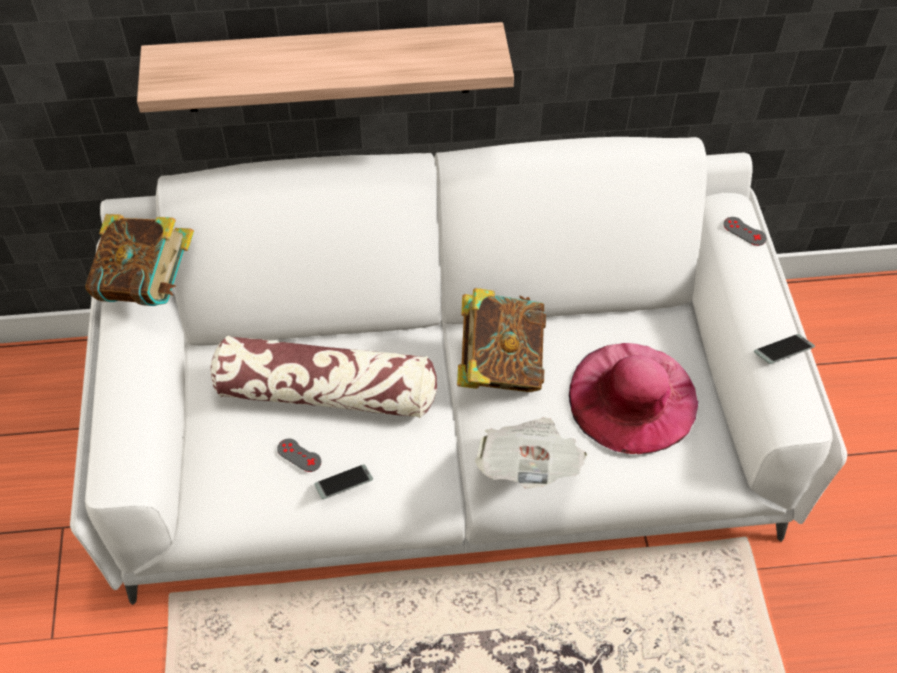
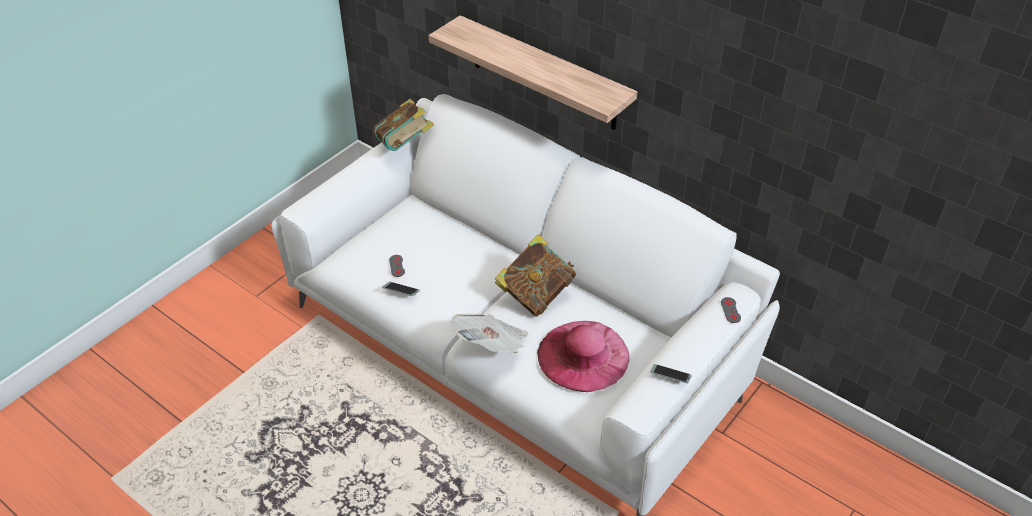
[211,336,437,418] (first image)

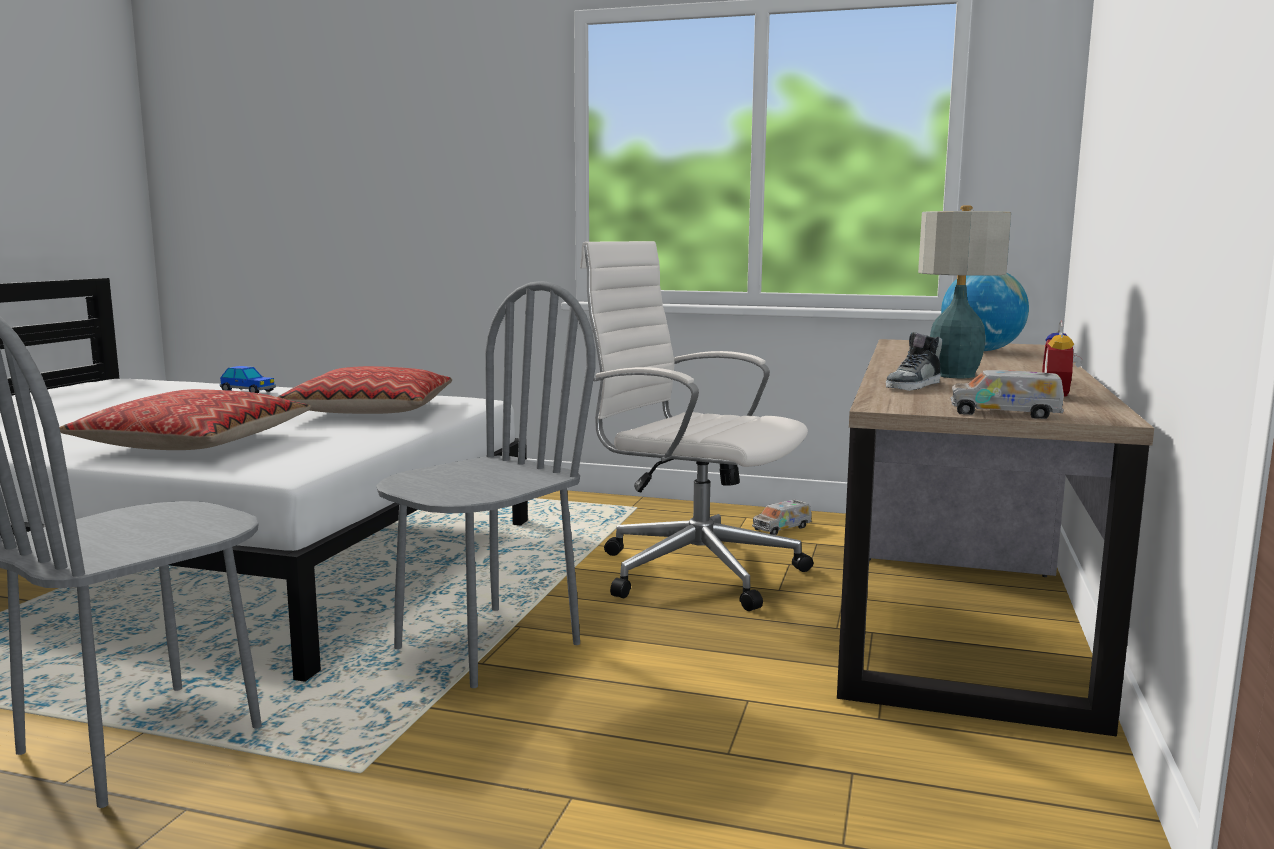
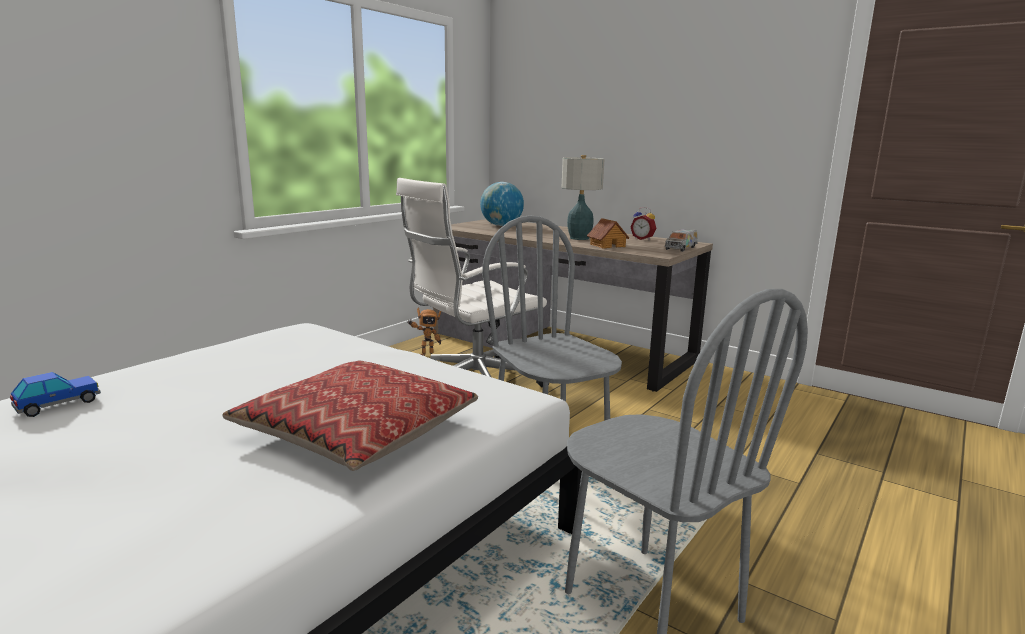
[587,218,629,249]
[278,366,452,414] (first image)
[408,308,441,356]

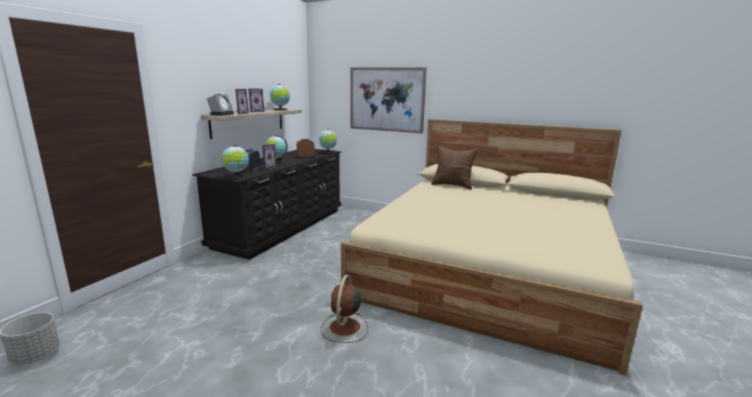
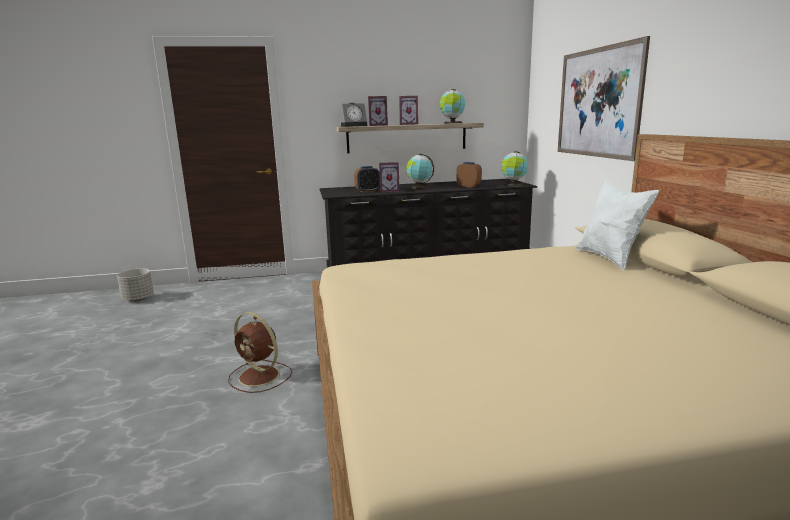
[221,145,249,179] (first image)
[576,180,659,270]
[228,312,292,393]

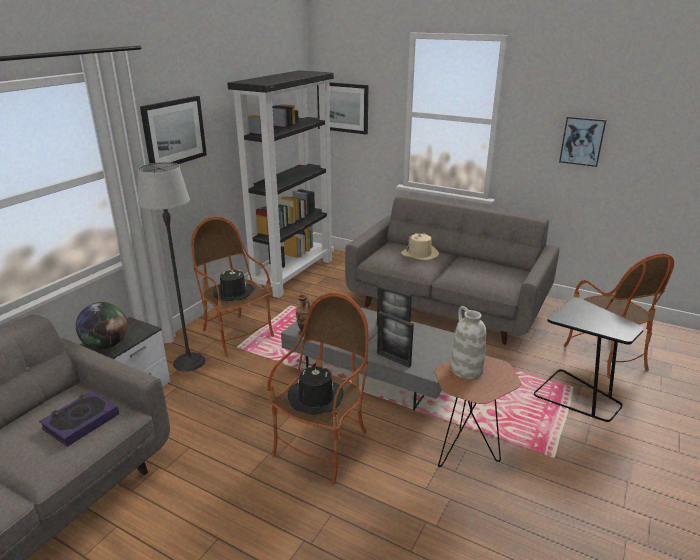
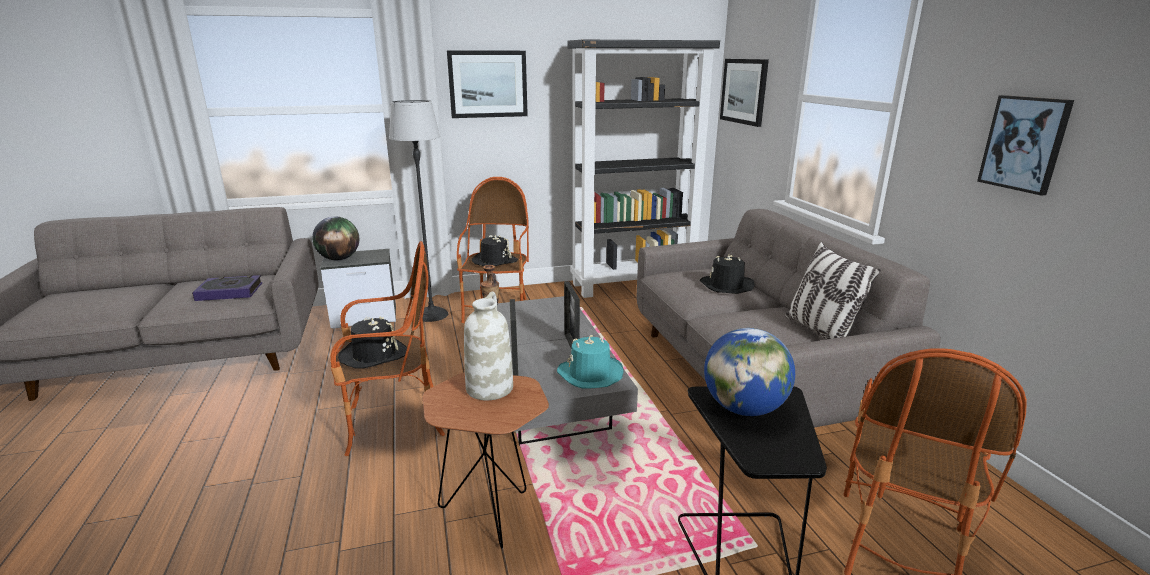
[700,255,755,294]
[785,242,881,340]
[704,328,795,416]
[557,335,623,389]

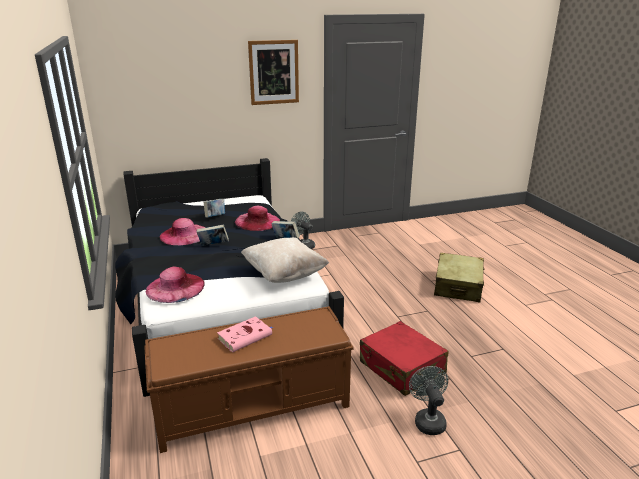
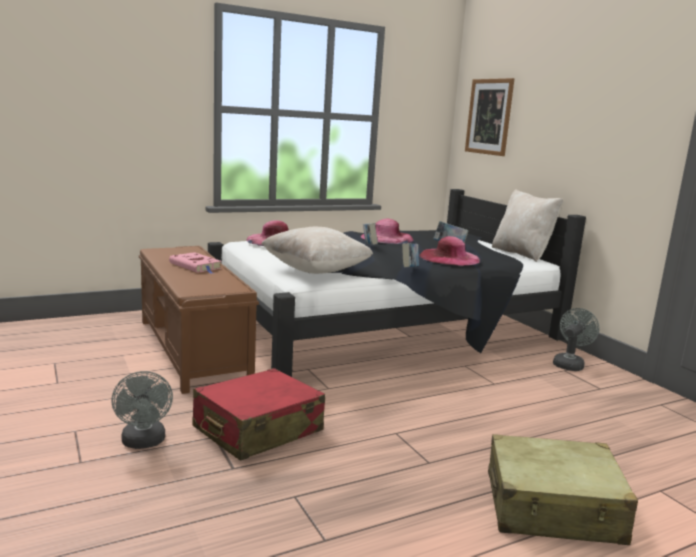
[465,78,514,156]
[111,371,173,449]
[492,189,563,262]

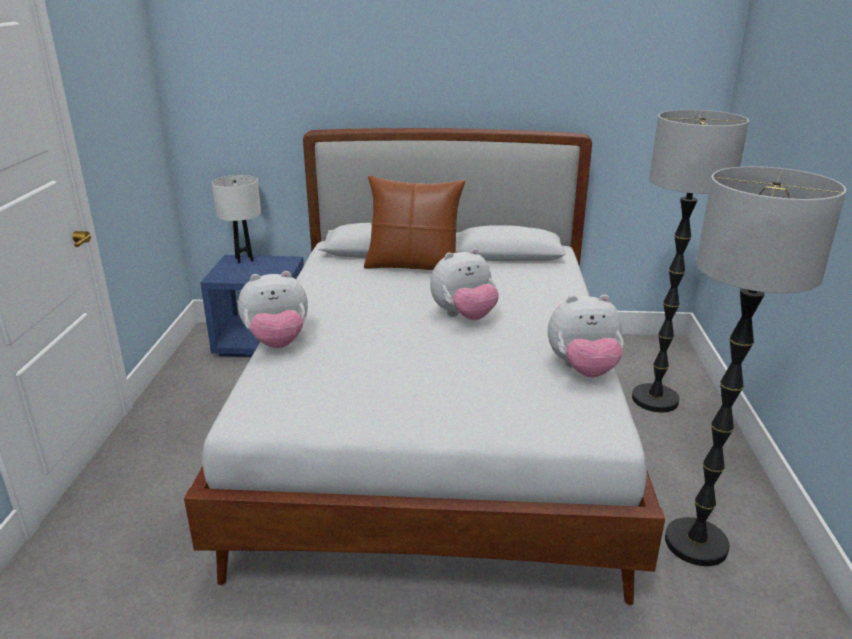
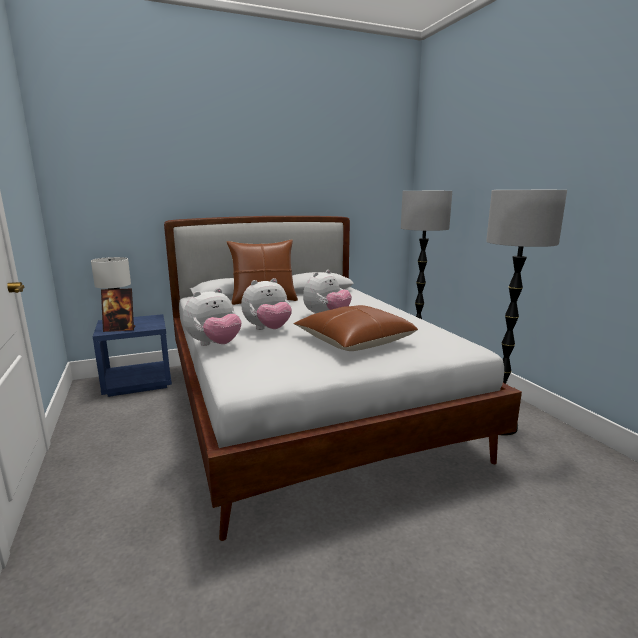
[241,278,292,330]
[101,289,135,332]
[293,305,418,351]

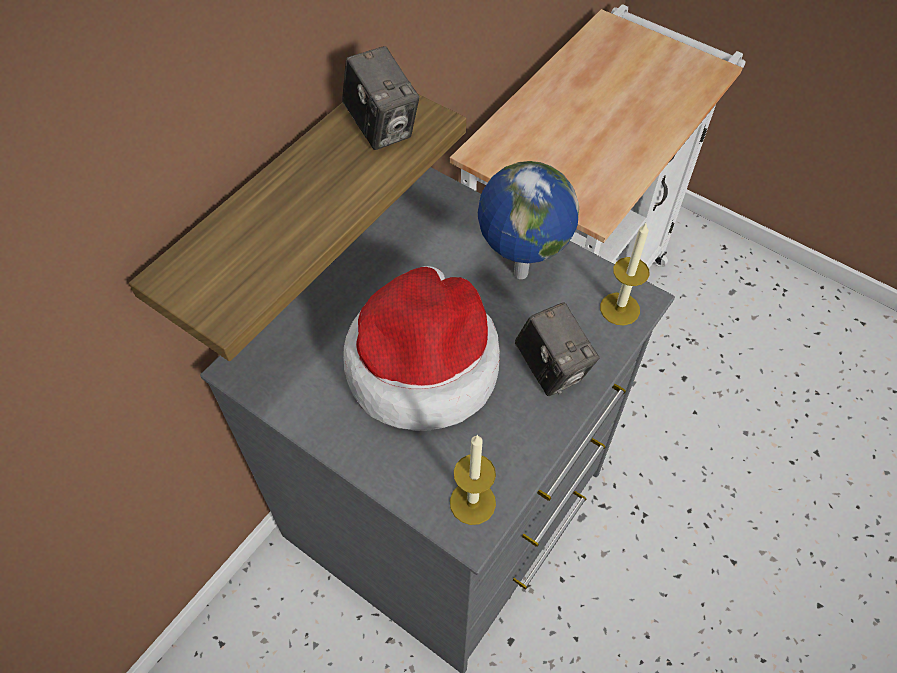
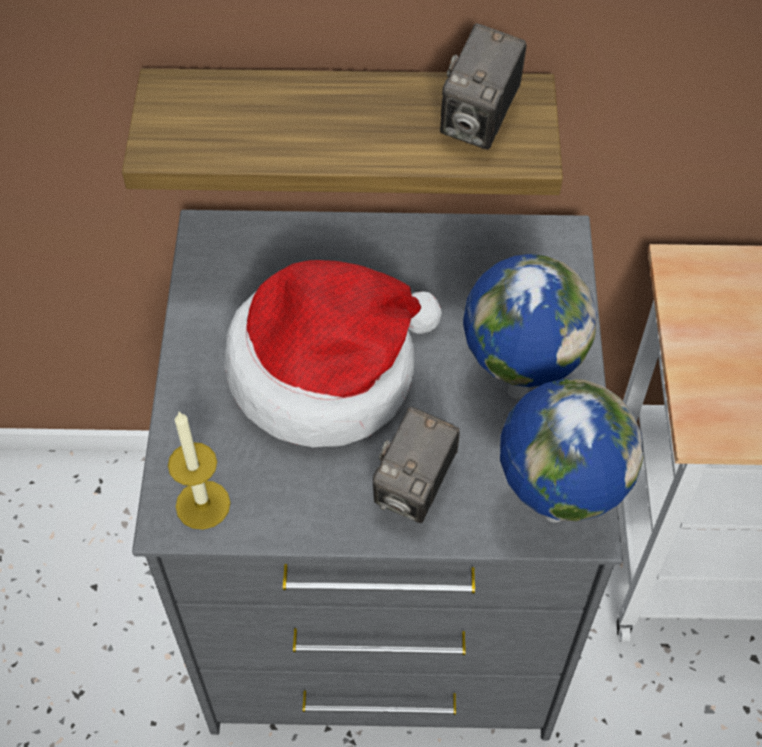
[500,379,643,523]

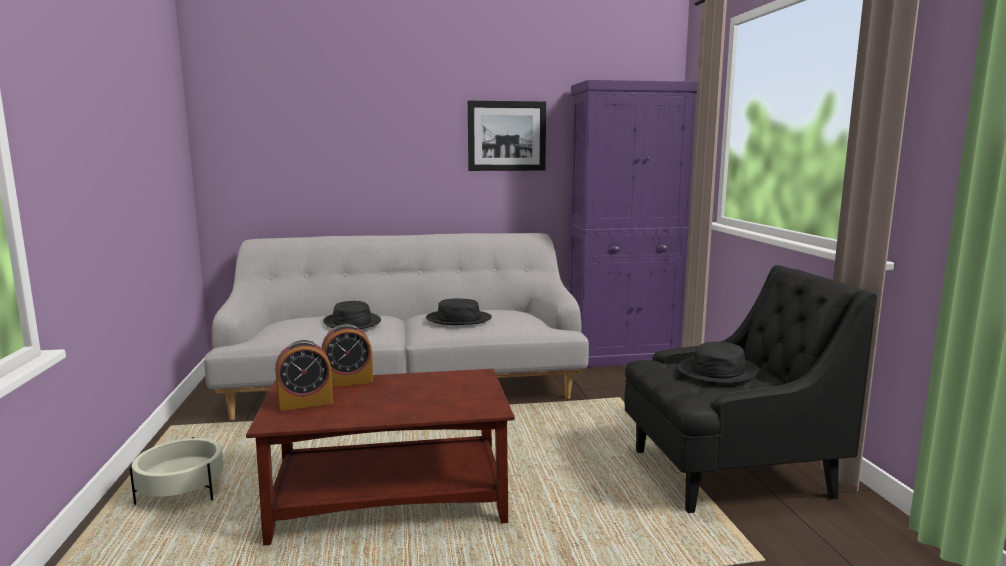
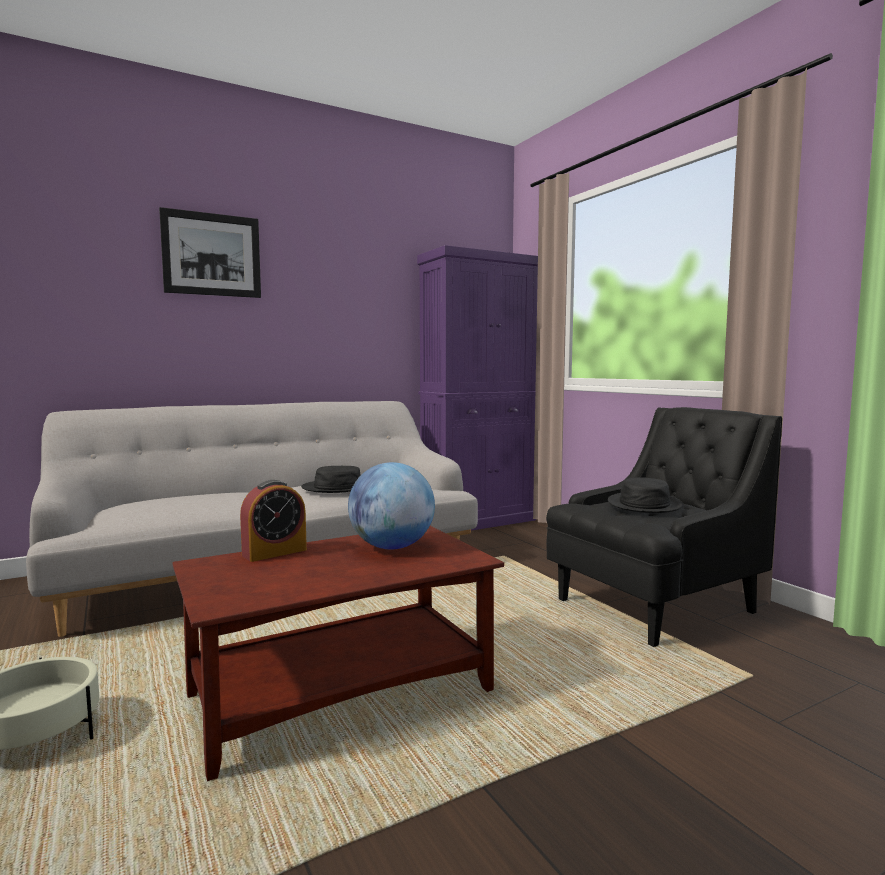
[159,207,261,298]
[323,301,381,329] (first image)
[275,340,333,411] (first image)
[348,462,435,550]

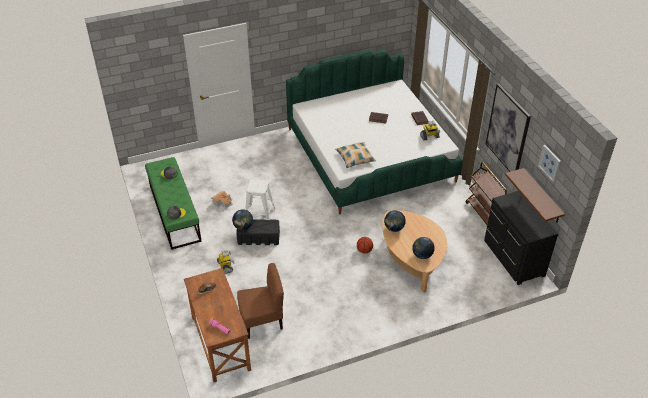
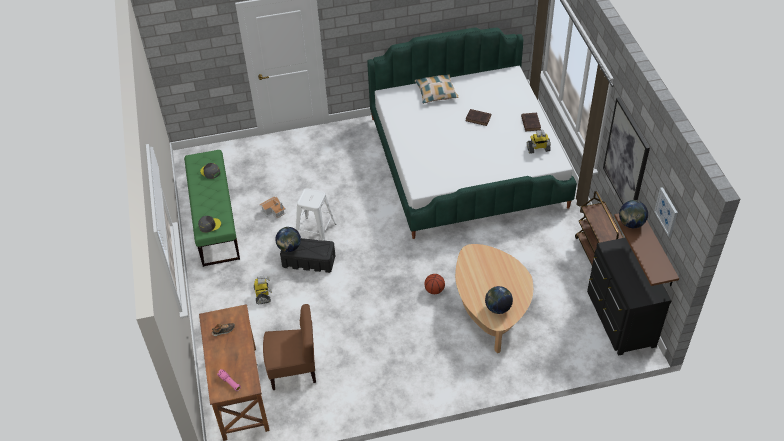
[415,74,459,104]
[619,200,648,228]

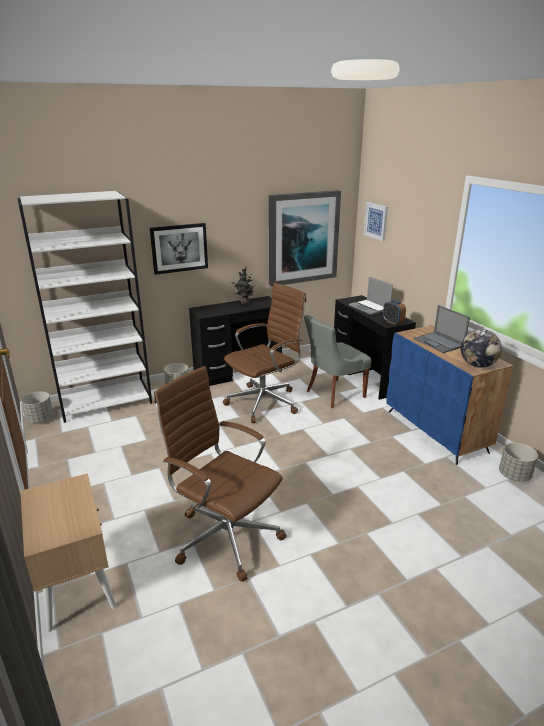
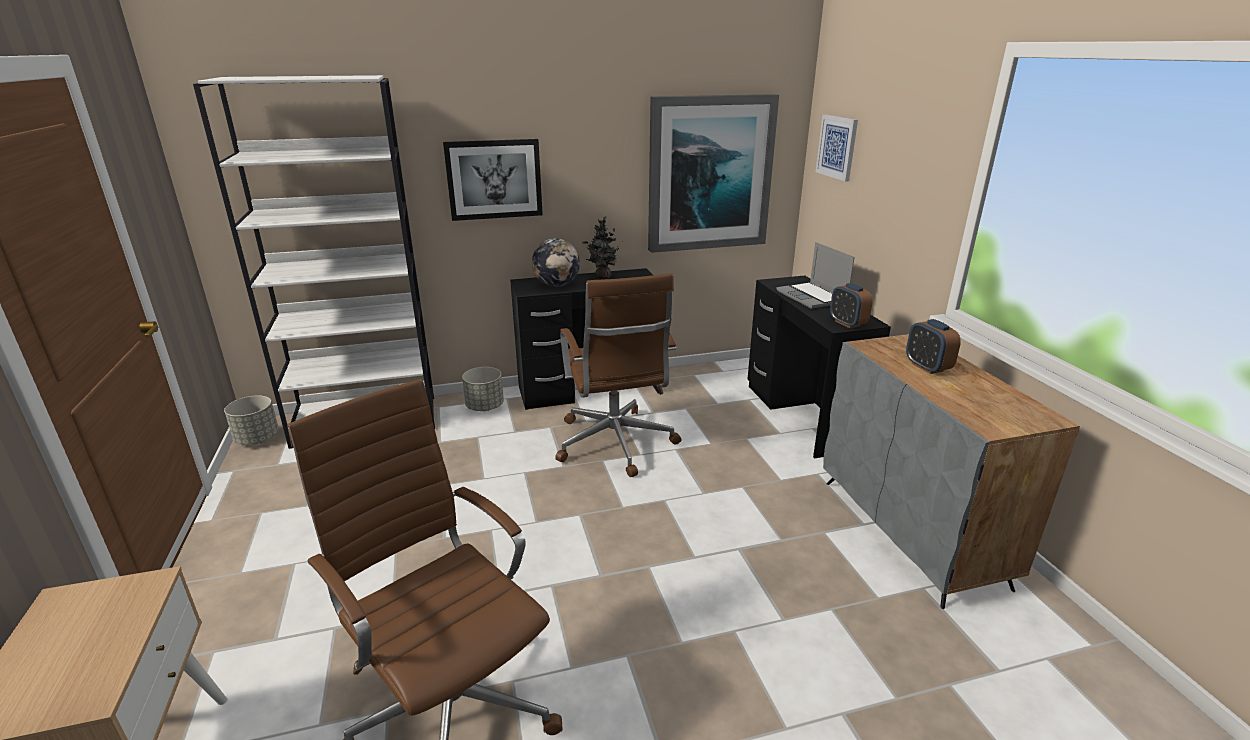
[555,273,681,477]
[906,319,961,374]
[304,315,371,408] (first image)
[823,334,1080,609]
[532,238,580,287]
[499,443,538,482] (first image)

